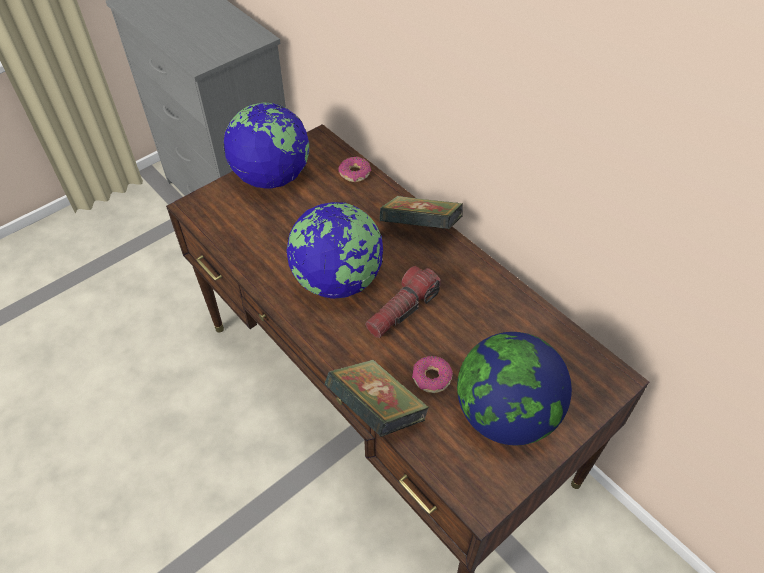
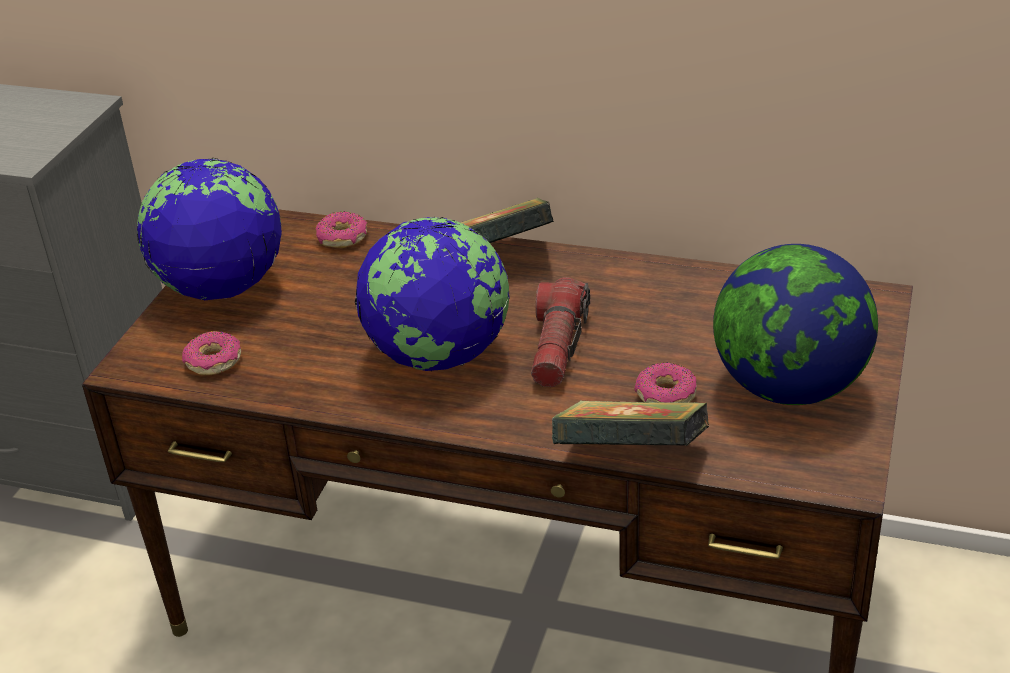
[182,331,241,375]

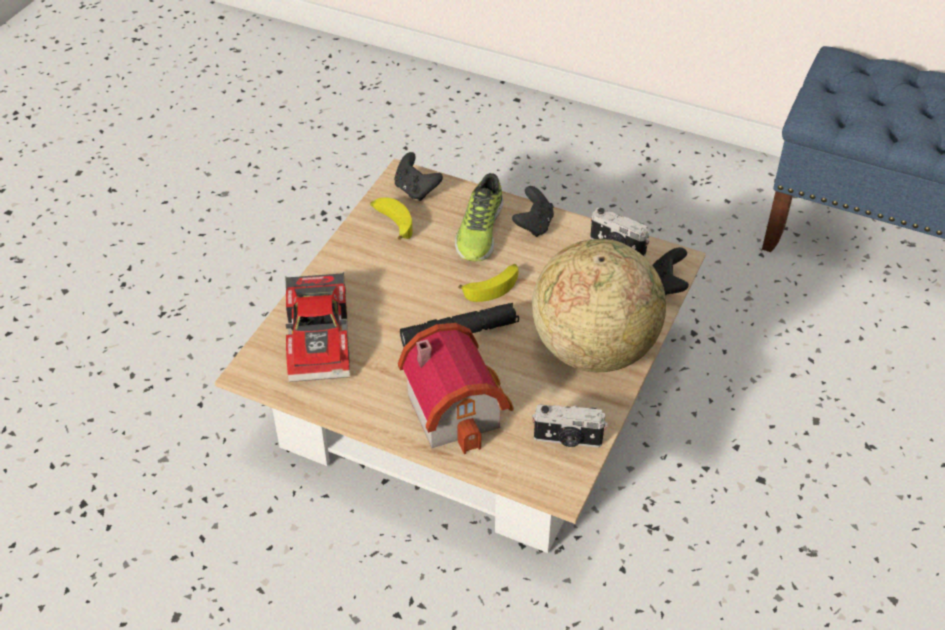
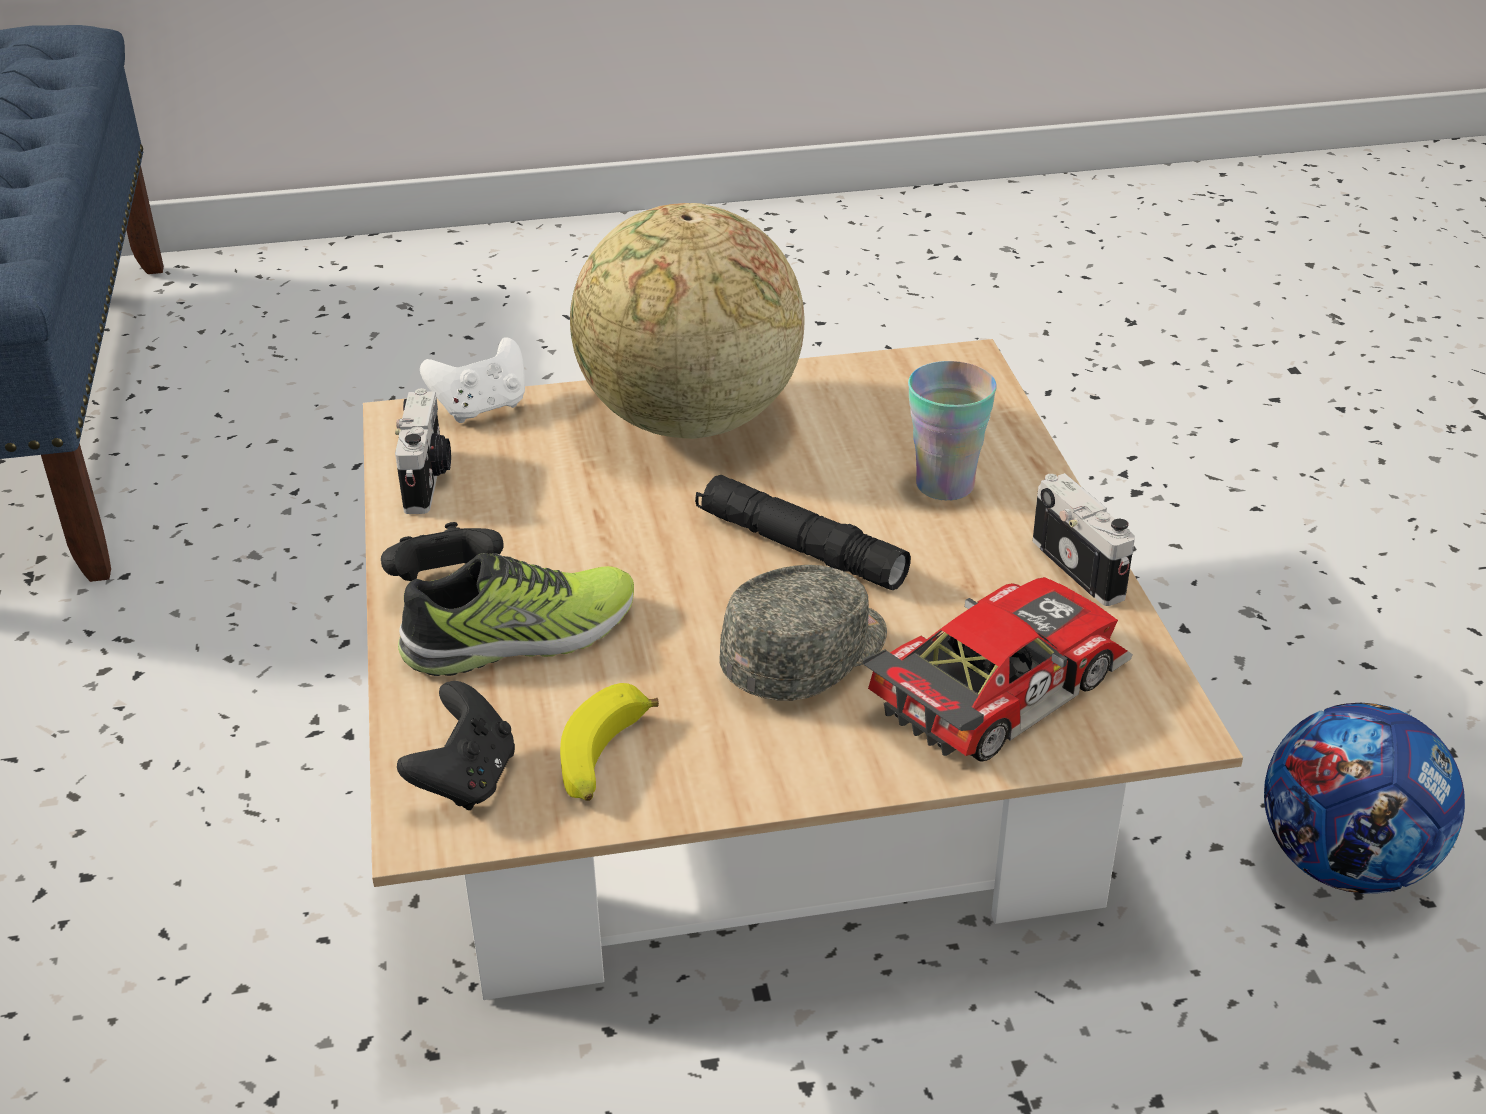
[420,337,525,423]
[458,264,518,302] (first image)
[908,361,997,501]
[1033,473,1135,606]
[720,565,887,701]
[1264,703,1465,894]

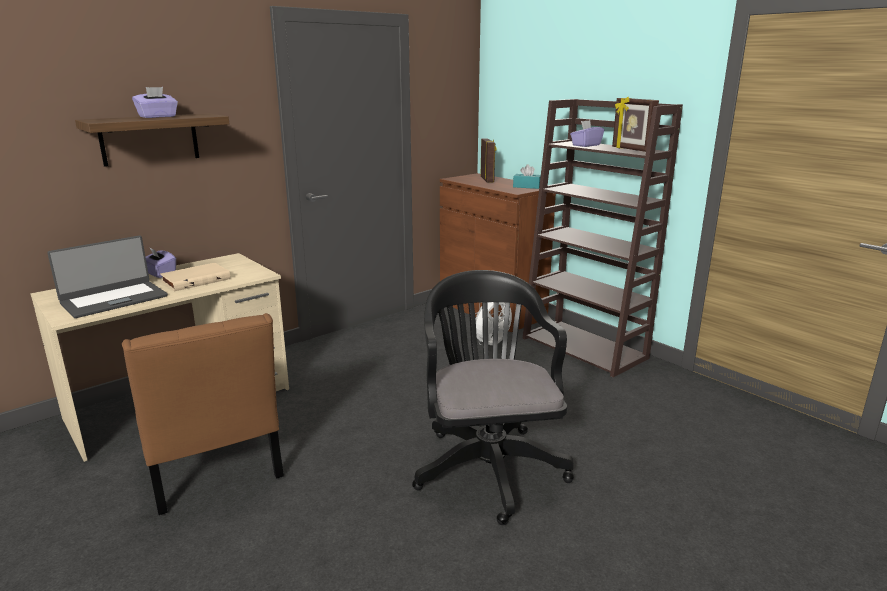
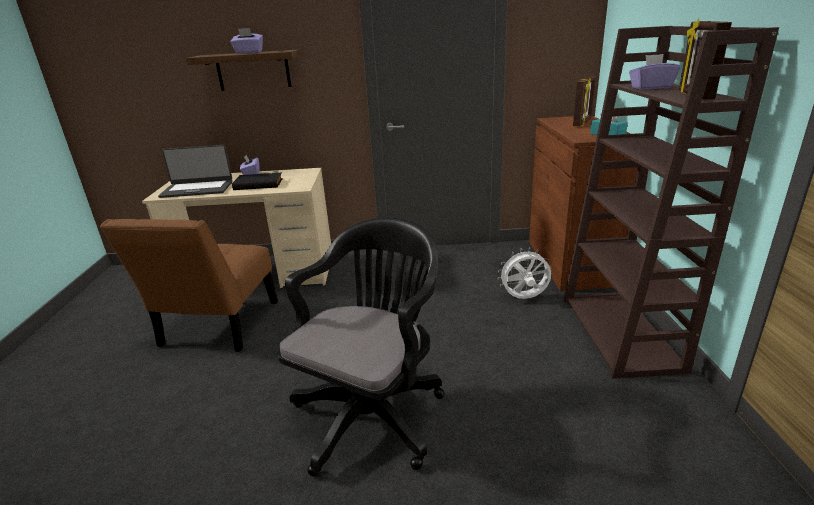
[232,173,283,190]

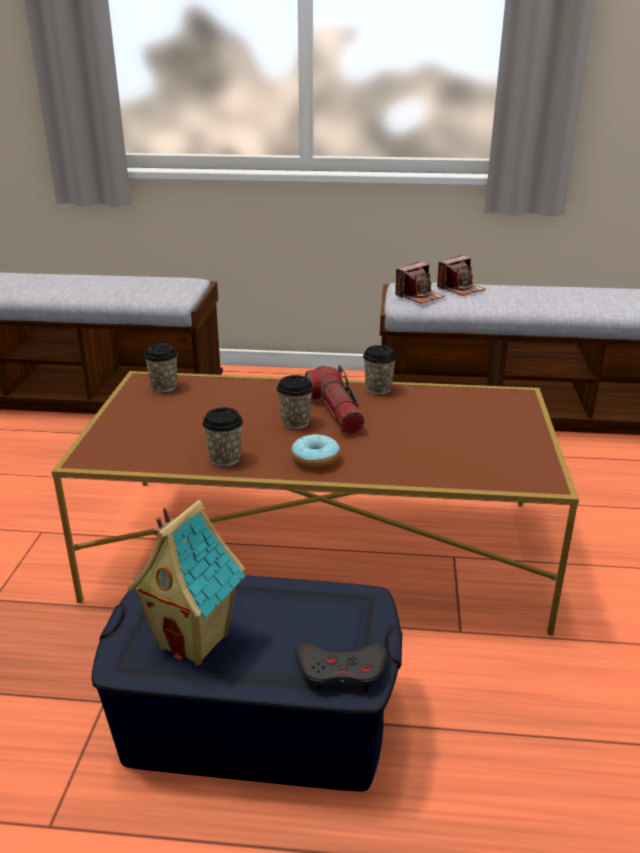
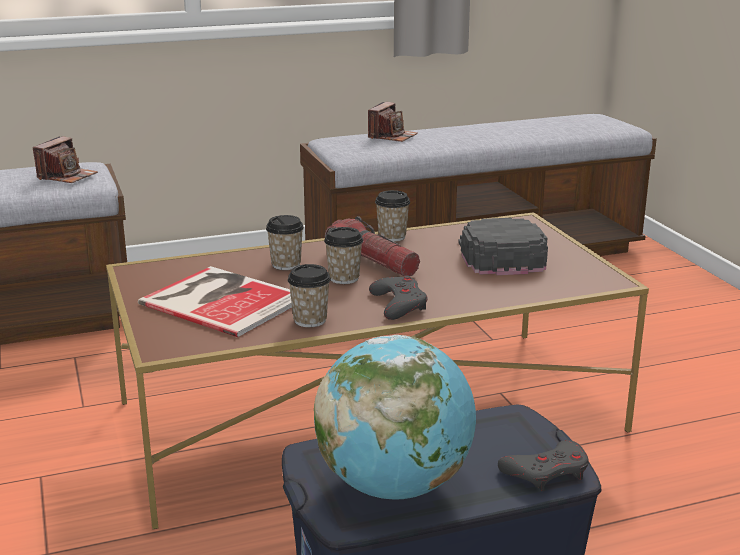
[33,136,98,183]
[266,215,304,270]
[369,276,428,320]
[314,335,476,500]
[459,218,548,275]
[138,266,292,337]

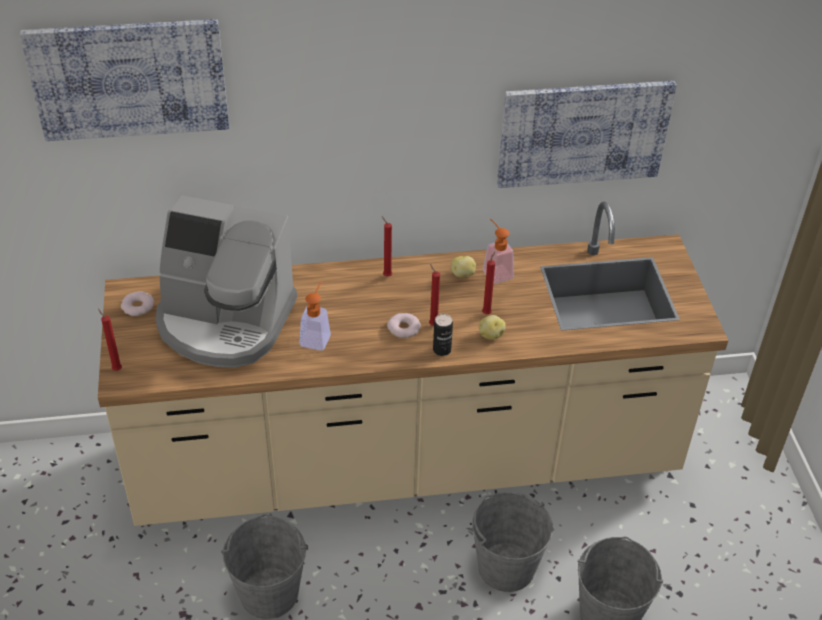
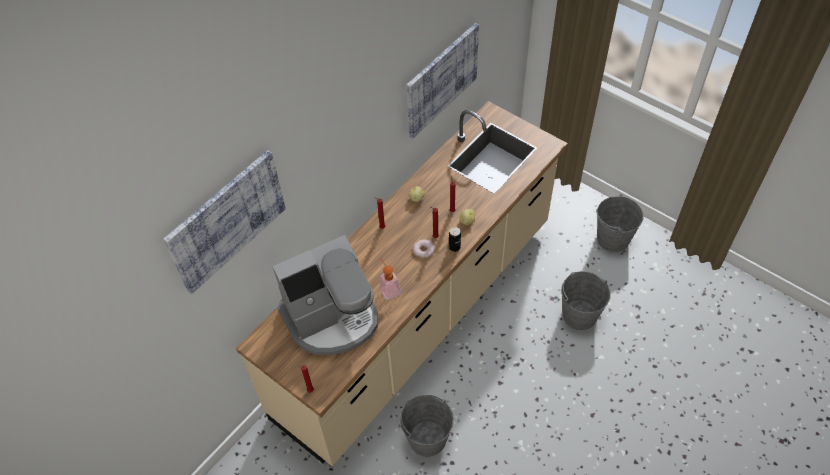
[483,219,514,284] (first image)
[121,291,154,316] (first image)
[596,194,644,252]

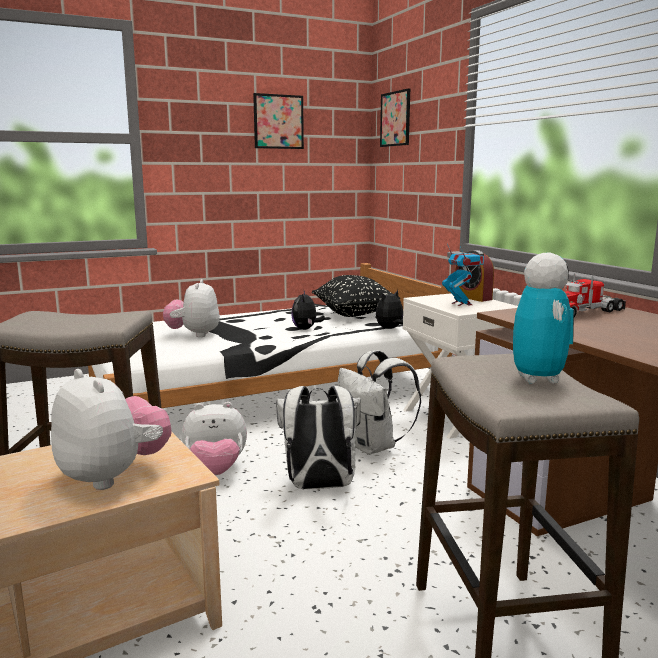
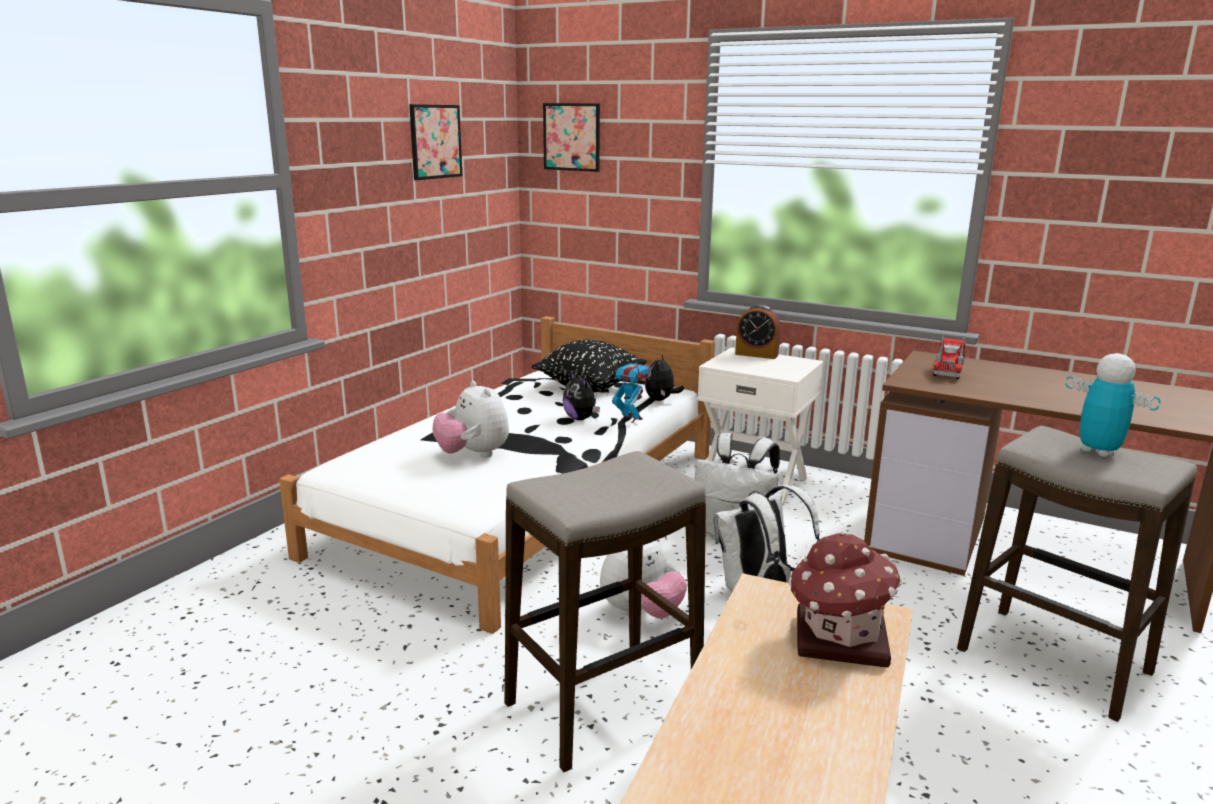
[612,358,651,423]
[788,532,902,668]

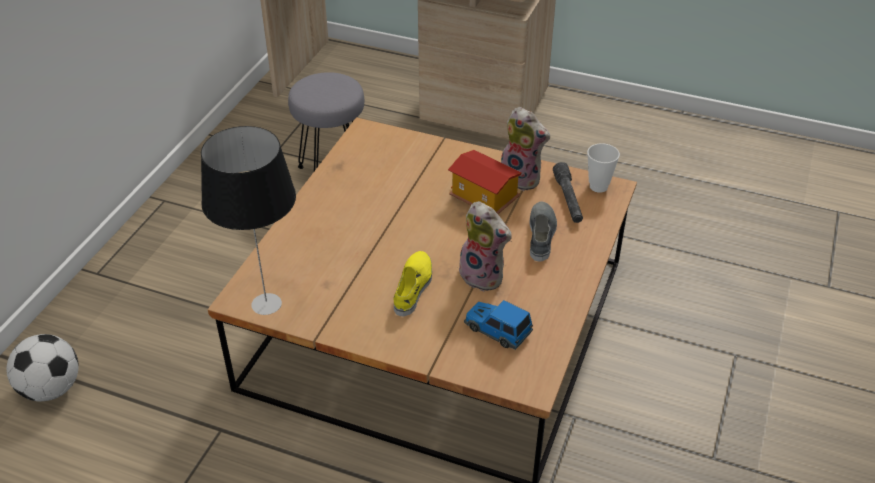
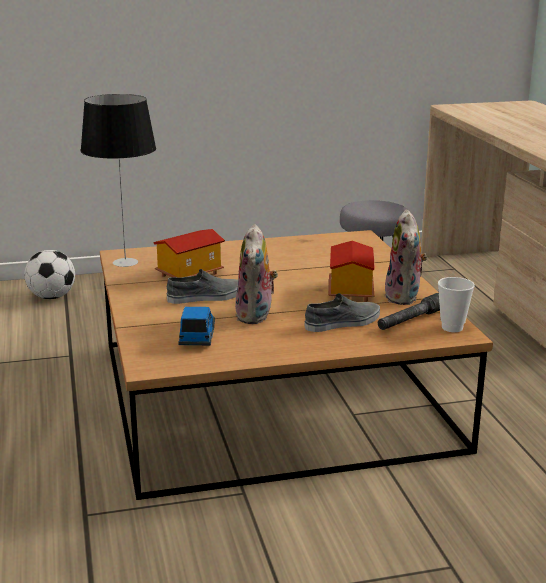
[166,269,238,304]
[153,229,225,277]

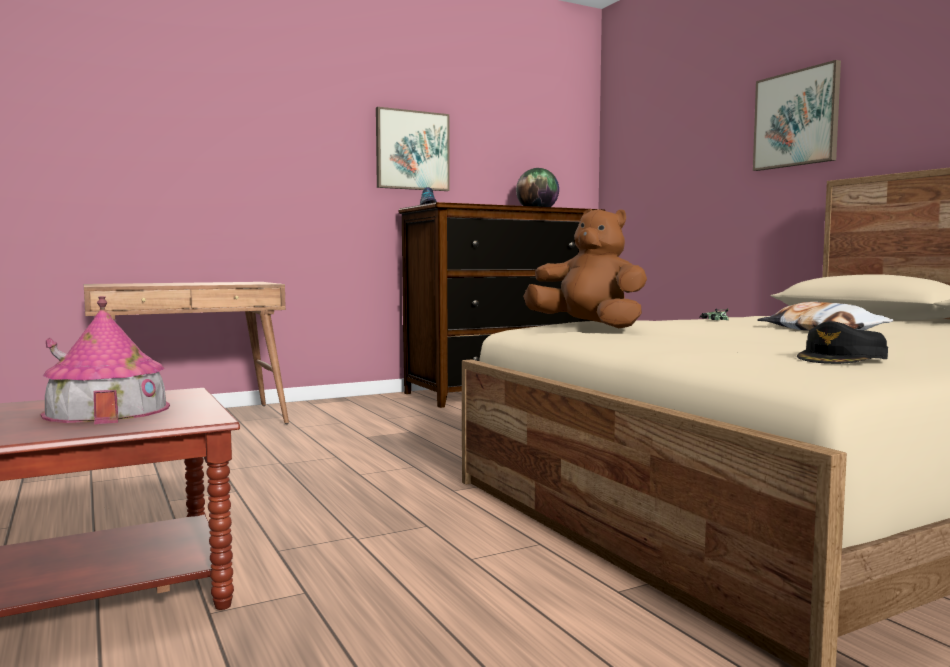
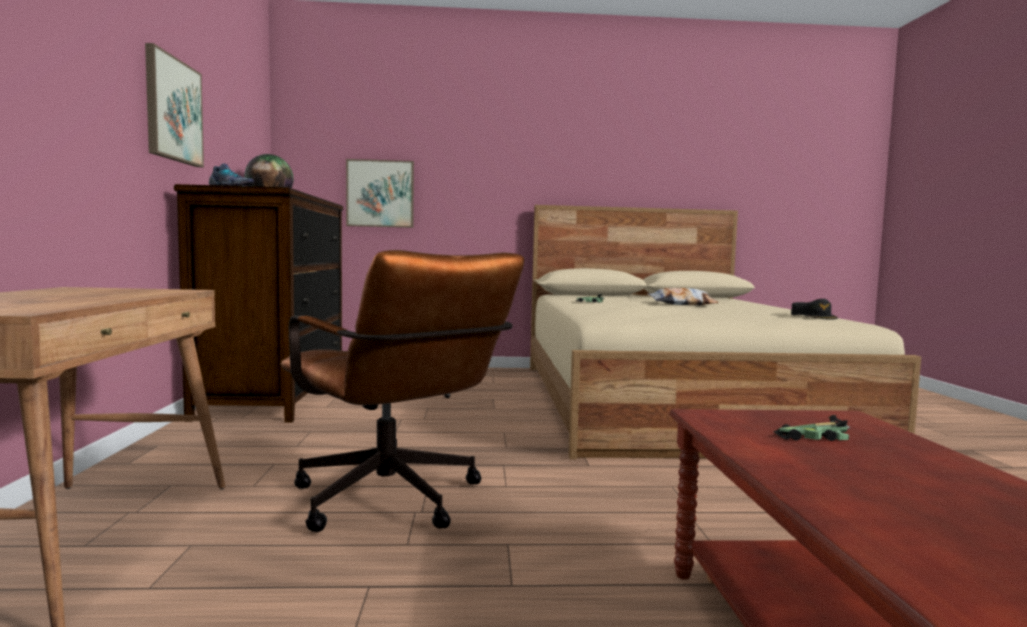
[346,159,414,228]
[523,209,647,328] (first image)
[773,415,850,441]
[281,250,524,532]

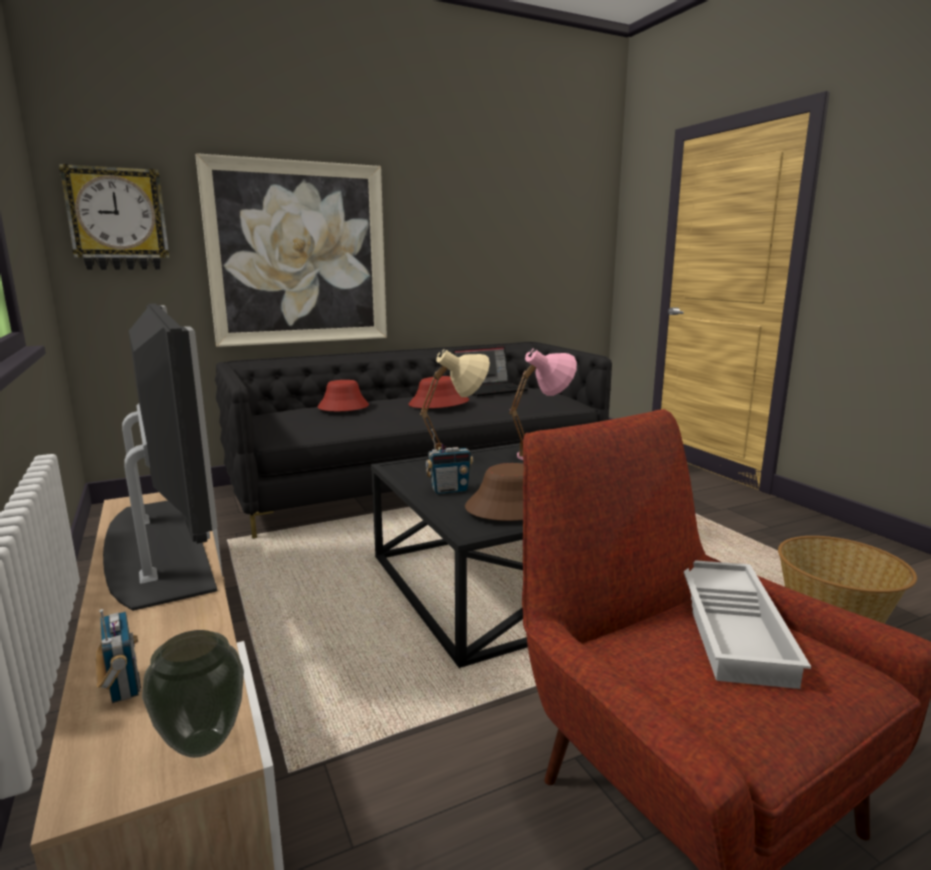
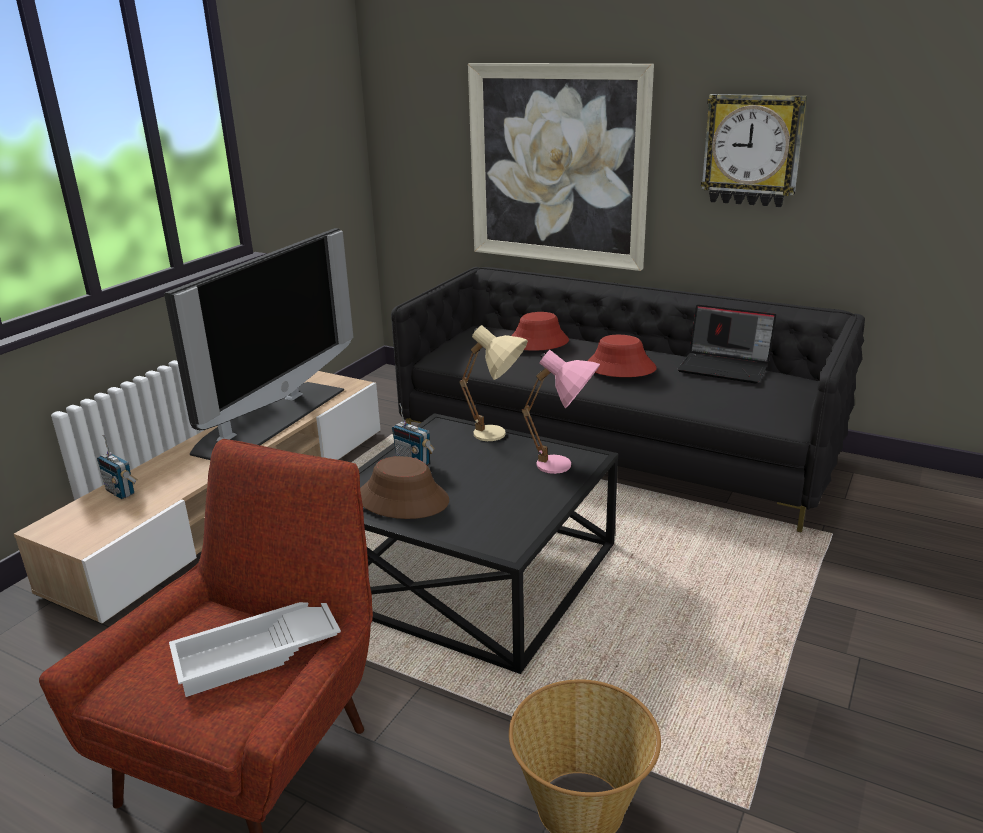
[701,94,807,207]
[97,435,138,499]
[142,630,244,758] (first image)

